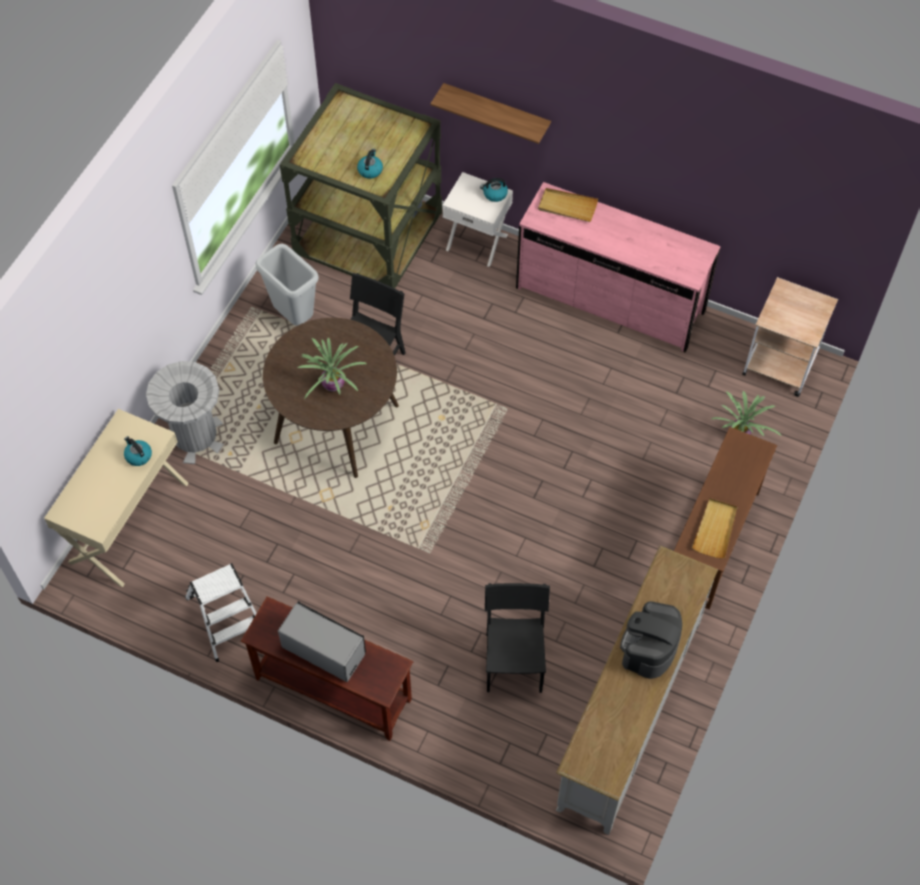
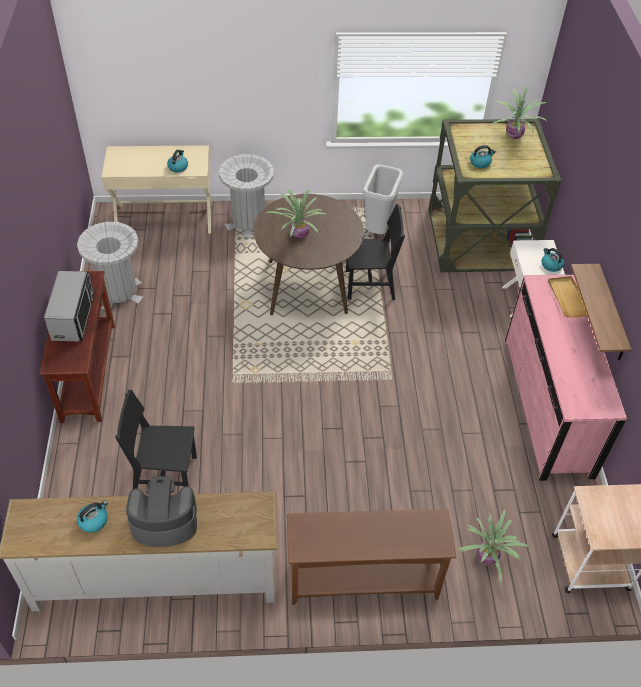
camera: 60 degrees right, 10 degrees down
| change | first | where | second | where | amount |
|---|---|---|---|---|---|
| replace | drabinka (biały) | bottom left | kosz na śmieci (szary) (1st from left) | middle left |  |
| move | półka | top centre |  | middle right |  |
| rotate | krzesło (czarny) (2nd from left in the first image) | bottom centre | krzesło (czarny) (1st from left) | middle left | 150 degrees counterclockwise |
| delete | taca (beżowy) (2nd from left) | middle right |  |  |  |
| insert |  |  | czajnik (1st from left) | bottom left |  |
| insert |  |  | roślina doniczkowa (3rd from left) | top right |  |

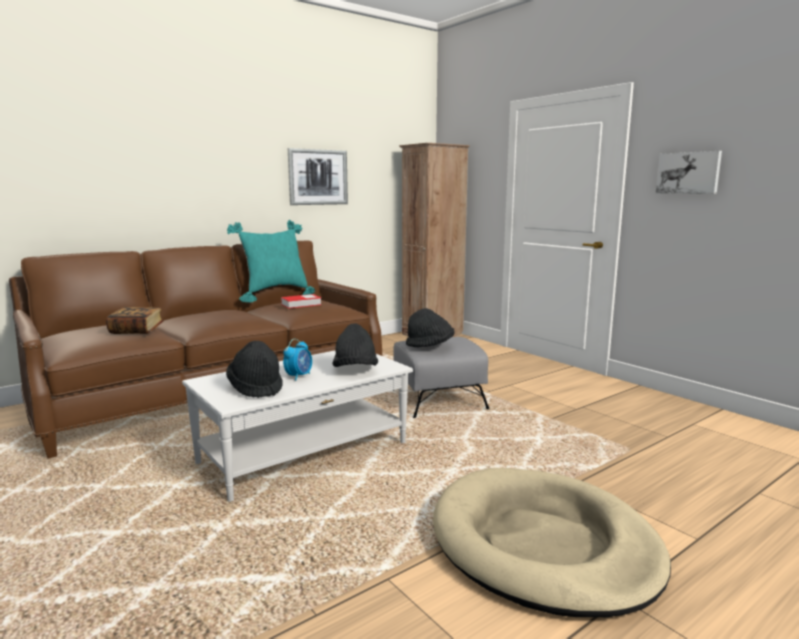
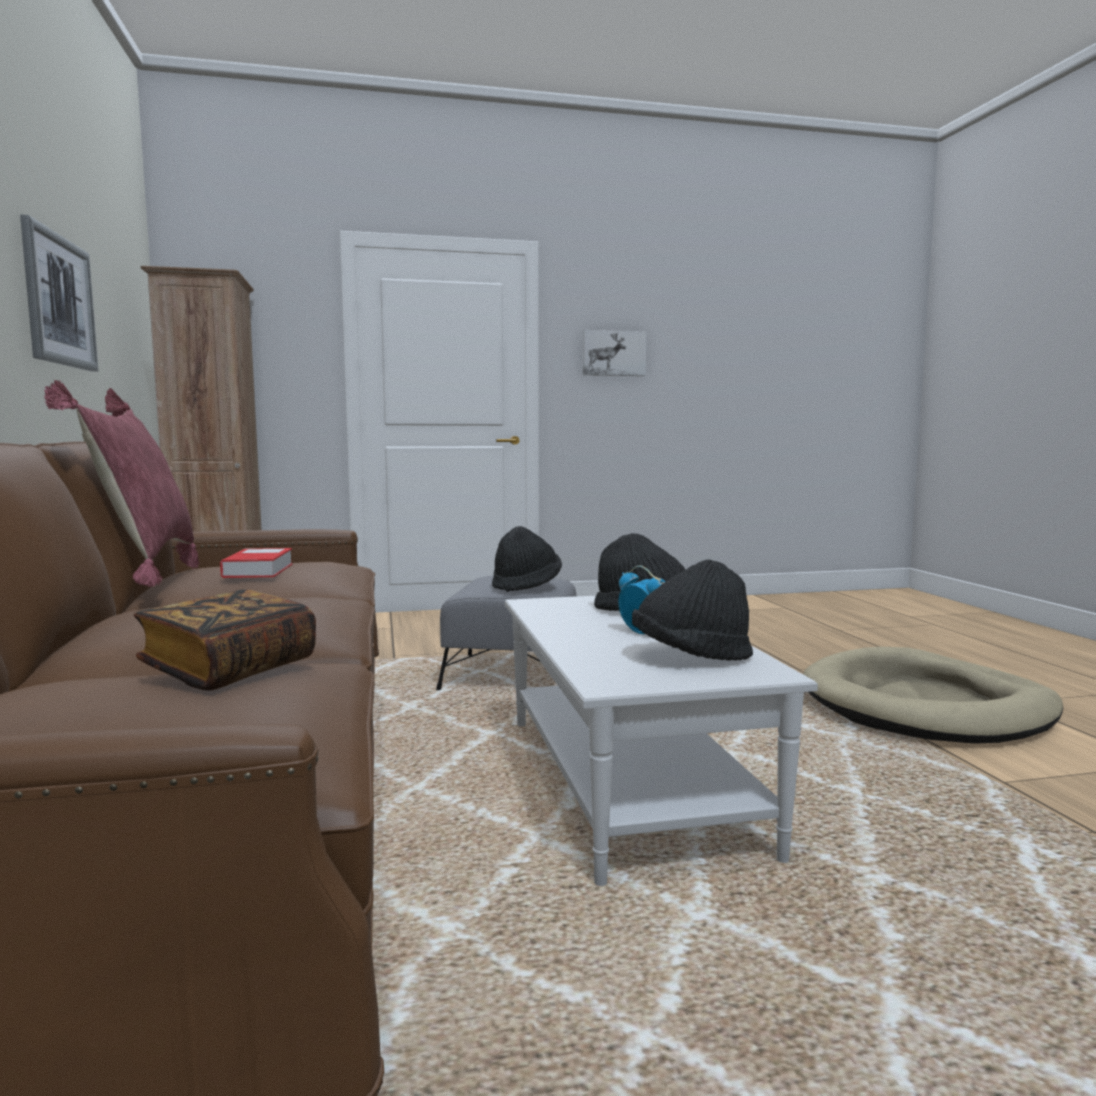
camera: 65 degrees left, 5 degrees down
| change | first | where | second | where | amount |
|---|---|---|---|---|---|
| recolor | poduszka (turkusowy) | centre | poduszka (czerwony) | middle left |  |

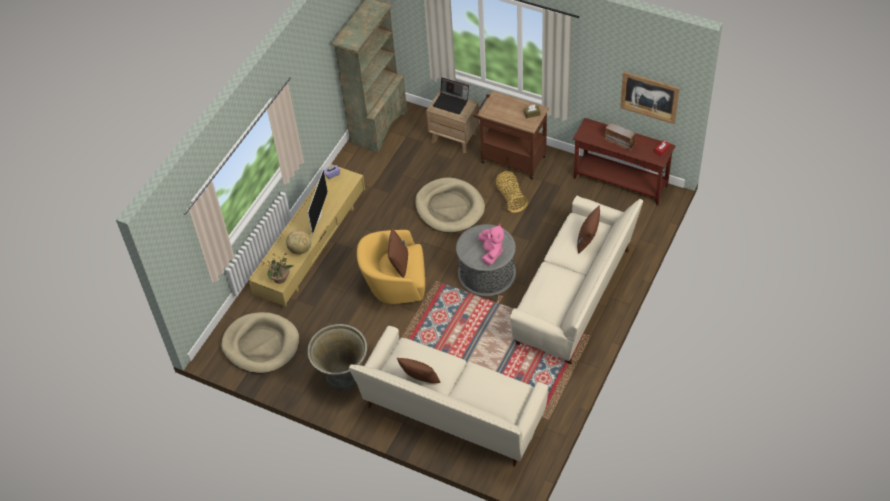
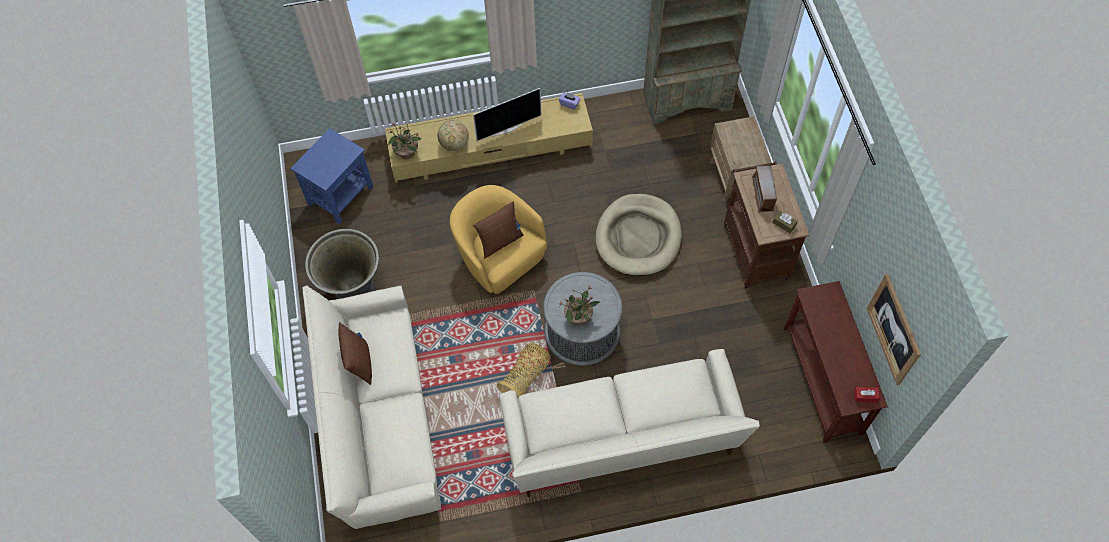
camera: 50 degrees right, 10 degrees up
| change | first | where | second | where | amount |
|---|---|---|---|---|---|
| replace | legowisko (beżowy) (1st from left) | bottom left | stolik (niebieski) | top left |  |
| delete | laptop | top centre |  |  |  |
| replace | pluszak (różowy) | centre | roślina doniczkowa (2nd from left) | centre |  |
| move | koszyk | centre |  | bottom centre |  |
| delete | poduszka (brązowy) (3rd from left) | centre |  |  |  |
| move | radio | top right |  | middle right |  |

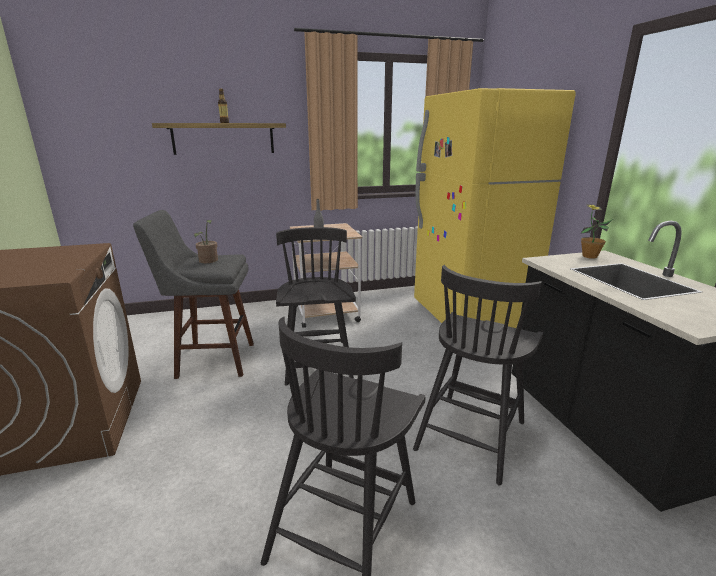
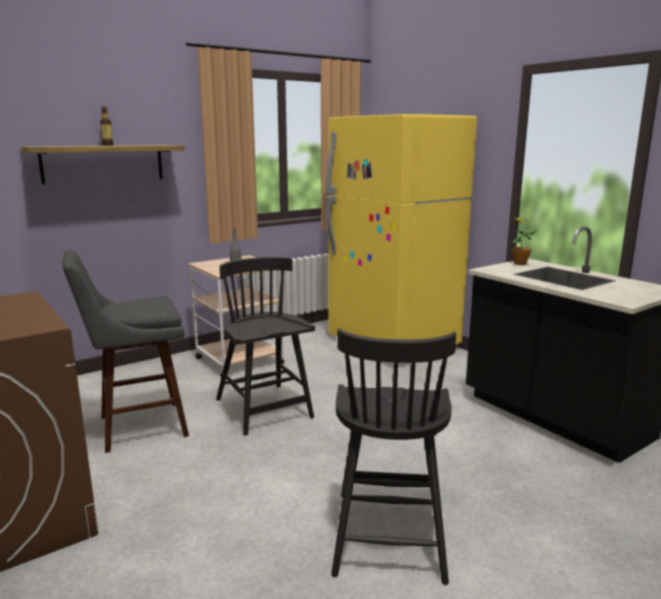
camera: 20 degrees left, 5 degrees down
| change | first | where | second | where | amount |
|---|---|---|---|---|---|
| delete | roślina doniczkowa (1st from left) | middle left |  |  |  |
| delete | krzesło (czarny) (3rd from left) | middle right |  |  |  |

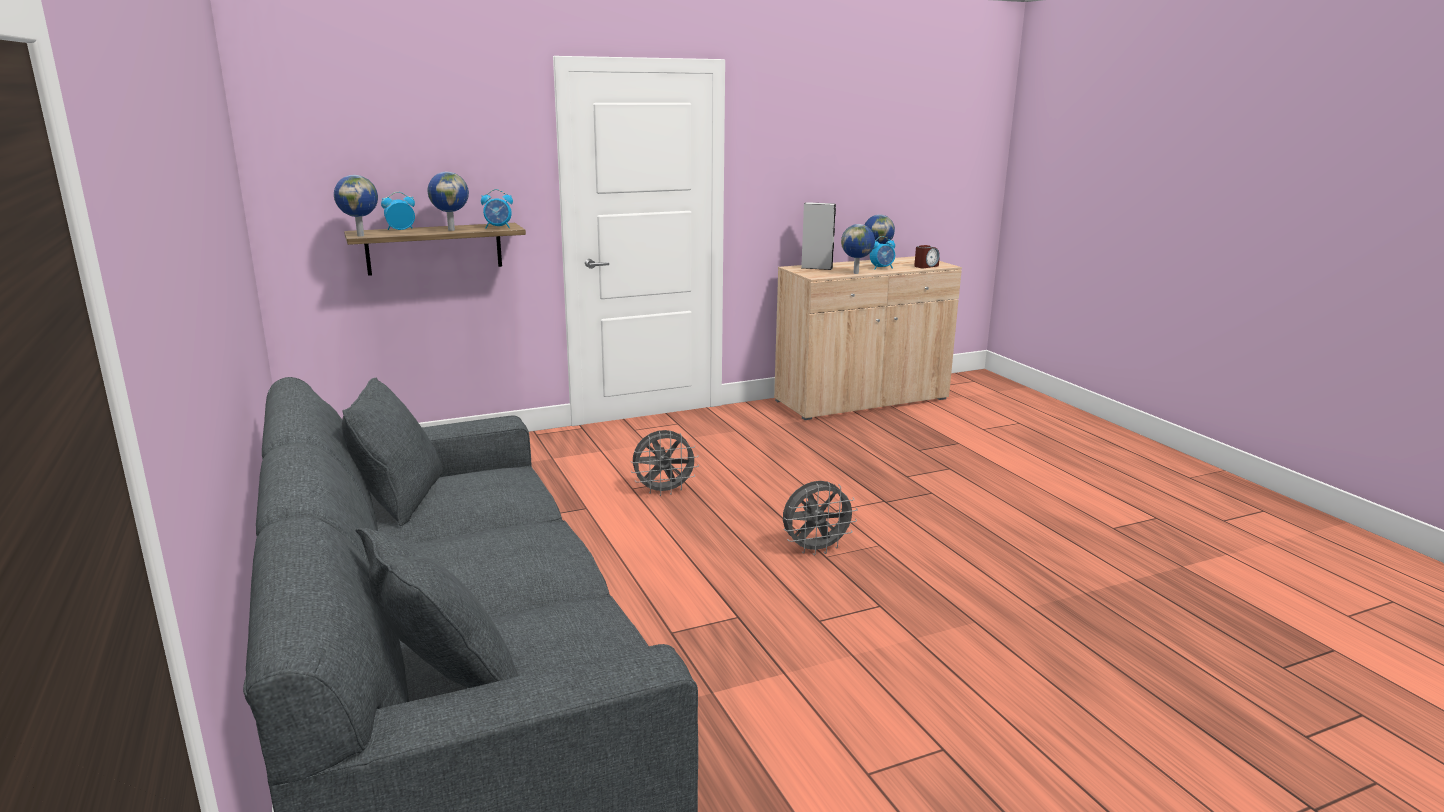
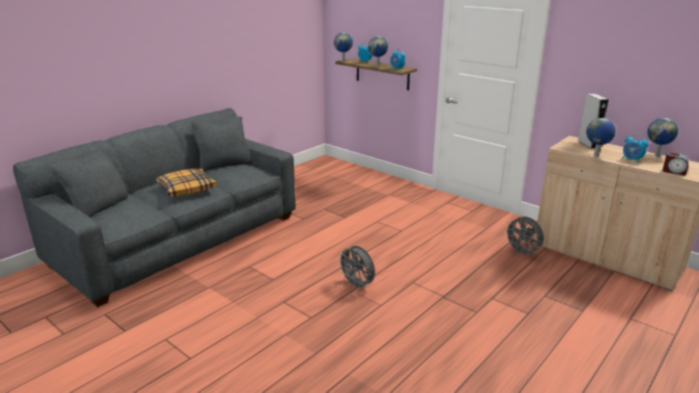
camera: 65 degrees right, 5 degrees up
| change | first | where | second | where | amount |
|---|---|---|---|---|---|
| move | wentylator (szary) (1st from left in the first image) | centre | wentylator (szary) (2nd from left) | middle right |  |
| insert |  |  | poduszka | middle left |  |

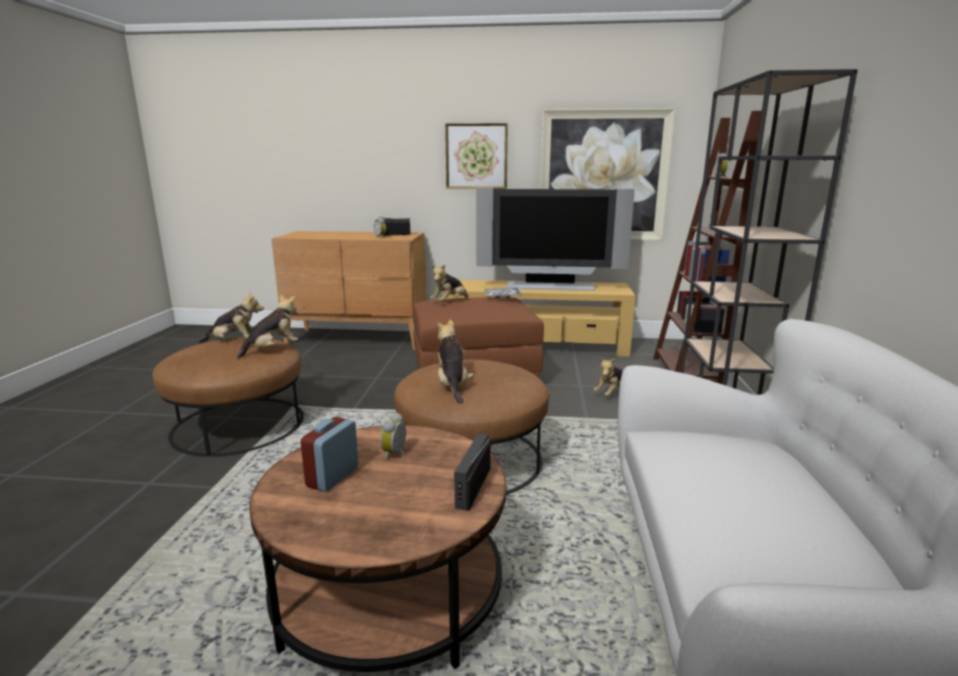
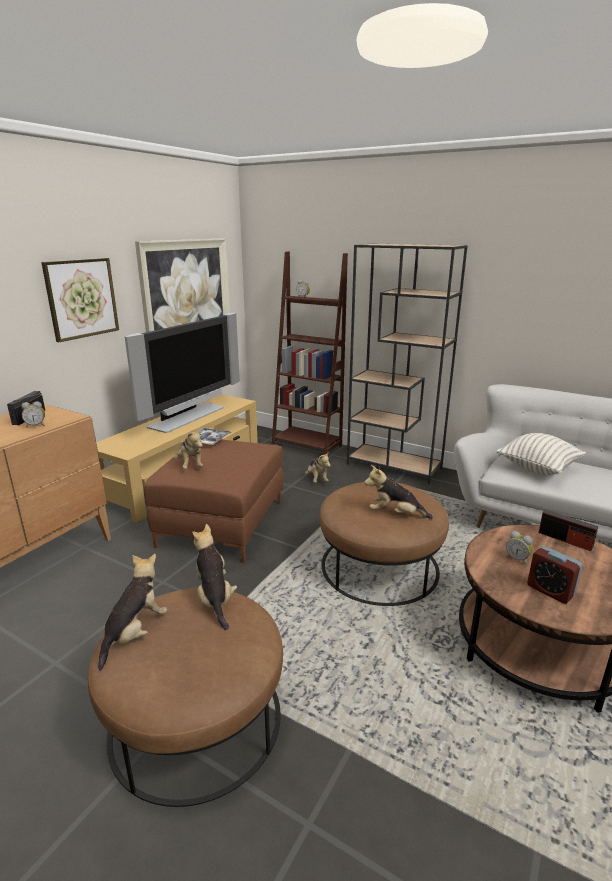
camera: 65 degrees left, 5 degrees up
| change | first | where | second | where | amount |
|---|---|---|---|---|---|
| insert |  |  | poduszka | middle right |  |

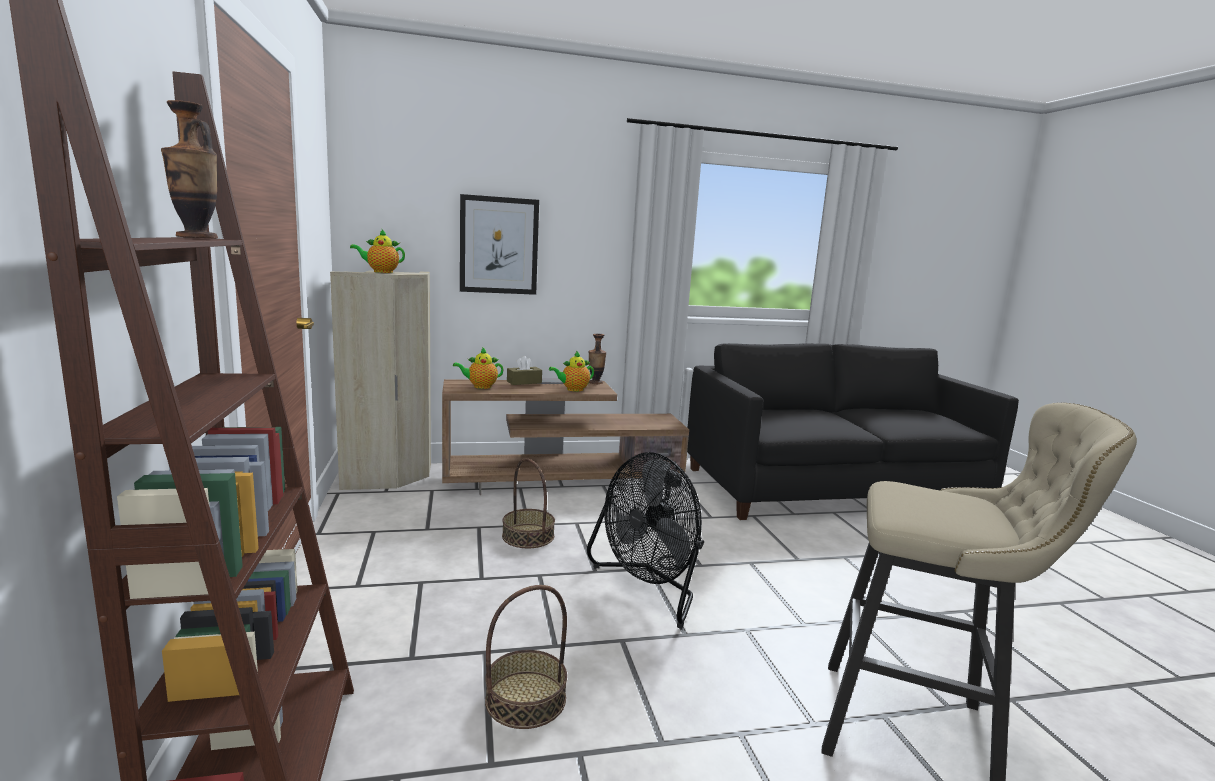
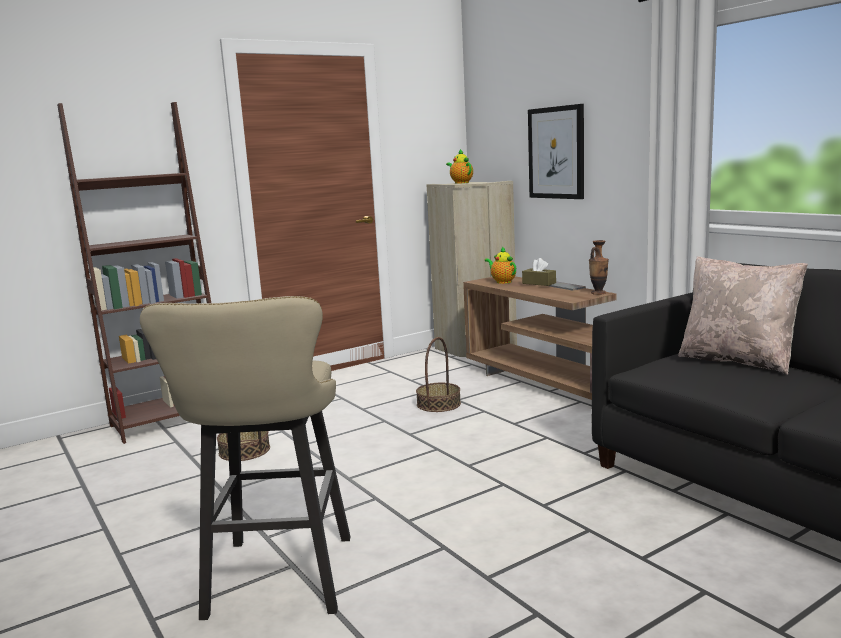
camera: 70 degrees right, 0 degrees up
| change | first | where | second | where | amount |
|---|---|---|---|---|---|
| delete | wazon (1st from left) | top left |  |  |  |
| delete | imbryk (3rd from left) | centre |  |  |  |
| delete | wentylator (czarny) | bottom centre |  |  |  |
| insert |  |  | poduszka (beżowy) | middle right |  |

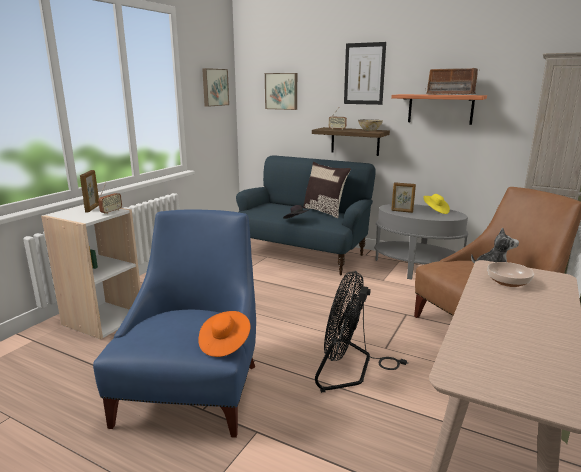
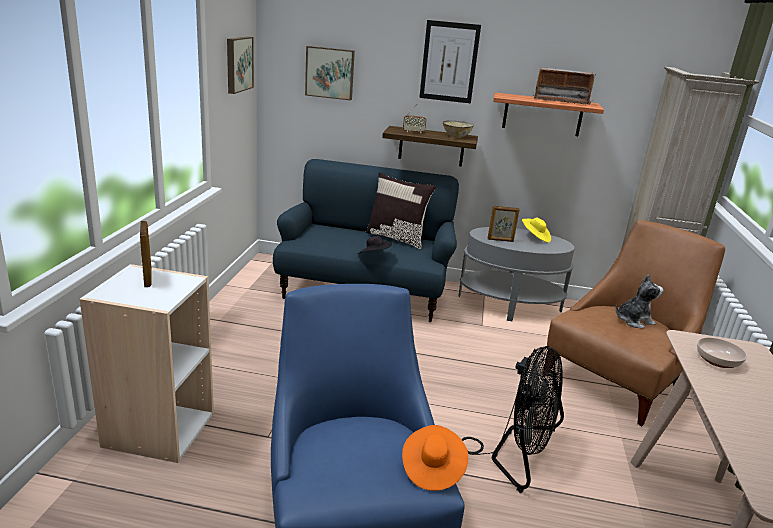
camera: 20 degrees left, 5 degrees up
| change | first | where | second | where | amount |
|---|---|---|---|---|---|
| delete | radio (1st from left) | middle left |  |  |  |
| rotate | wentylator (czarny) | bottom centre |  | bottom centre | 150 degrees counterclockwise |

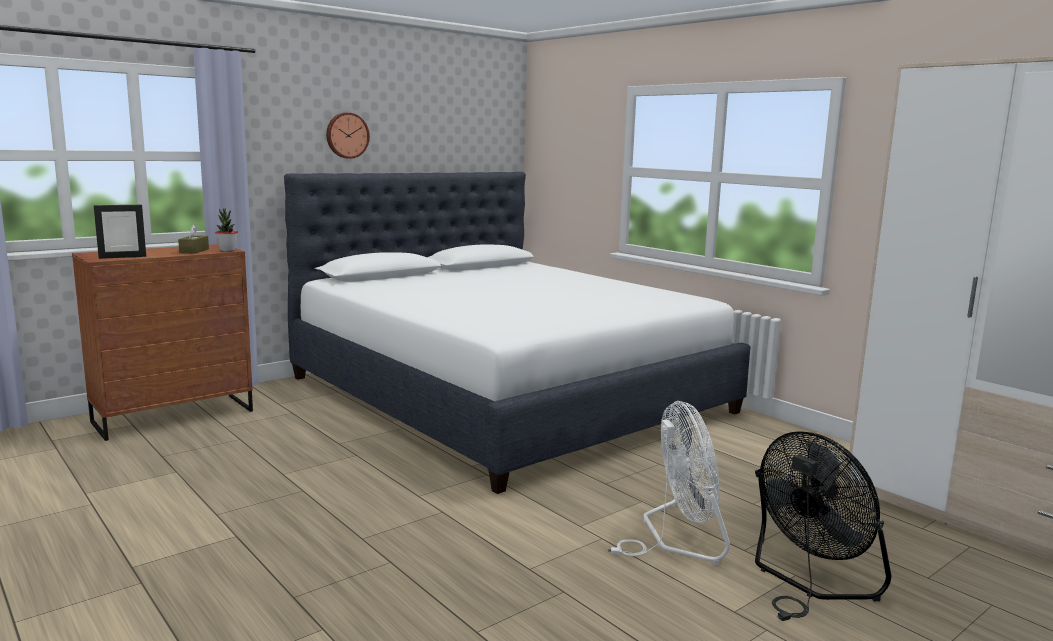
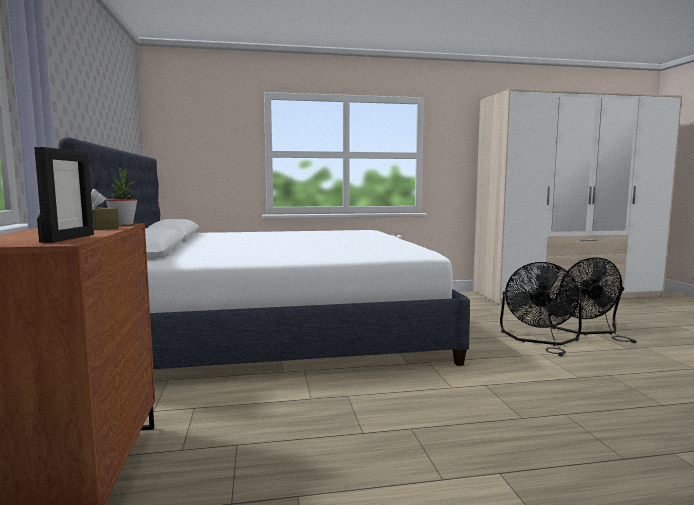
camera: 60 degrees left, 5 degrees down
| change | first | where | second | where | amount |
|---|---|---|---|---|---|
| delete | zegar ścienny | top left |  |  |  |
| recolor | wentylator (biały) | bottom centre | wentylator (czarny) (1st from left) | middle right |  |

